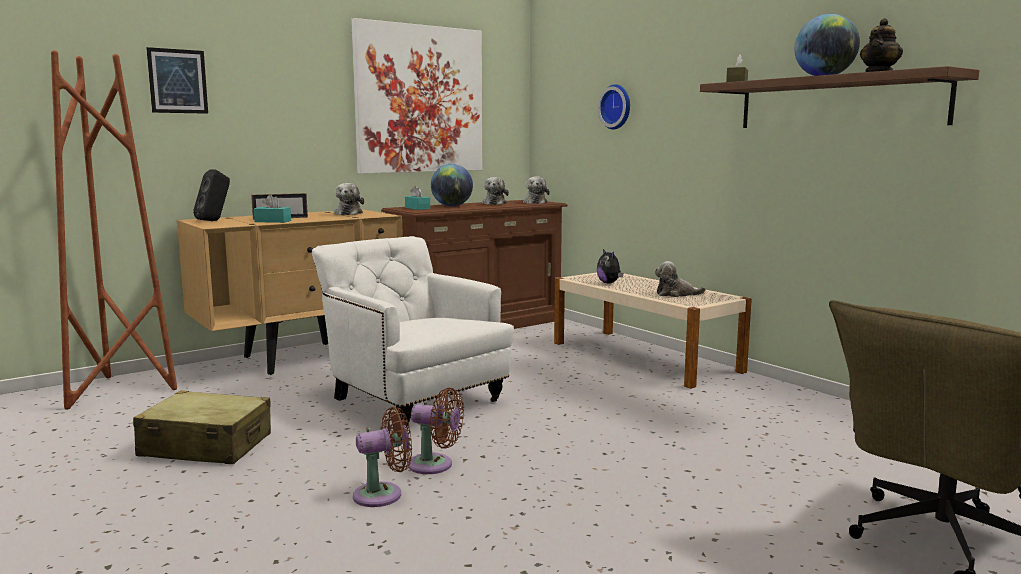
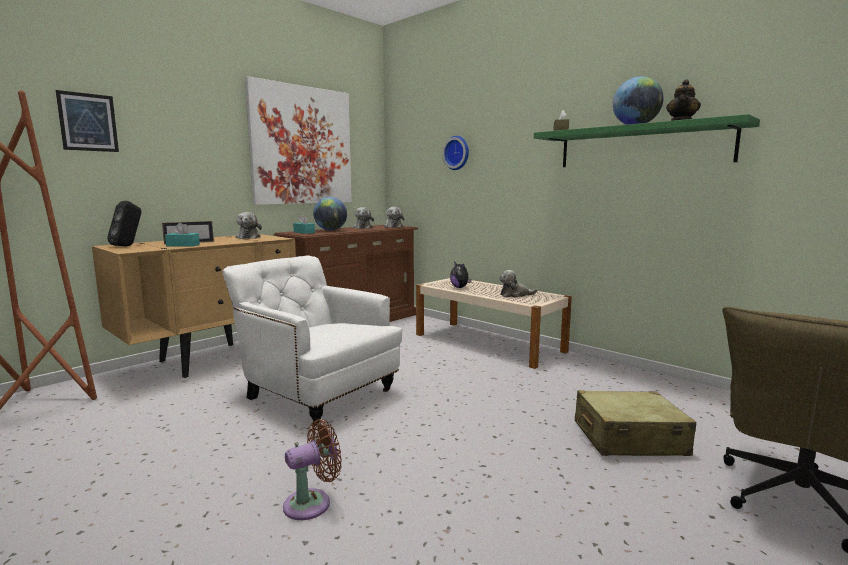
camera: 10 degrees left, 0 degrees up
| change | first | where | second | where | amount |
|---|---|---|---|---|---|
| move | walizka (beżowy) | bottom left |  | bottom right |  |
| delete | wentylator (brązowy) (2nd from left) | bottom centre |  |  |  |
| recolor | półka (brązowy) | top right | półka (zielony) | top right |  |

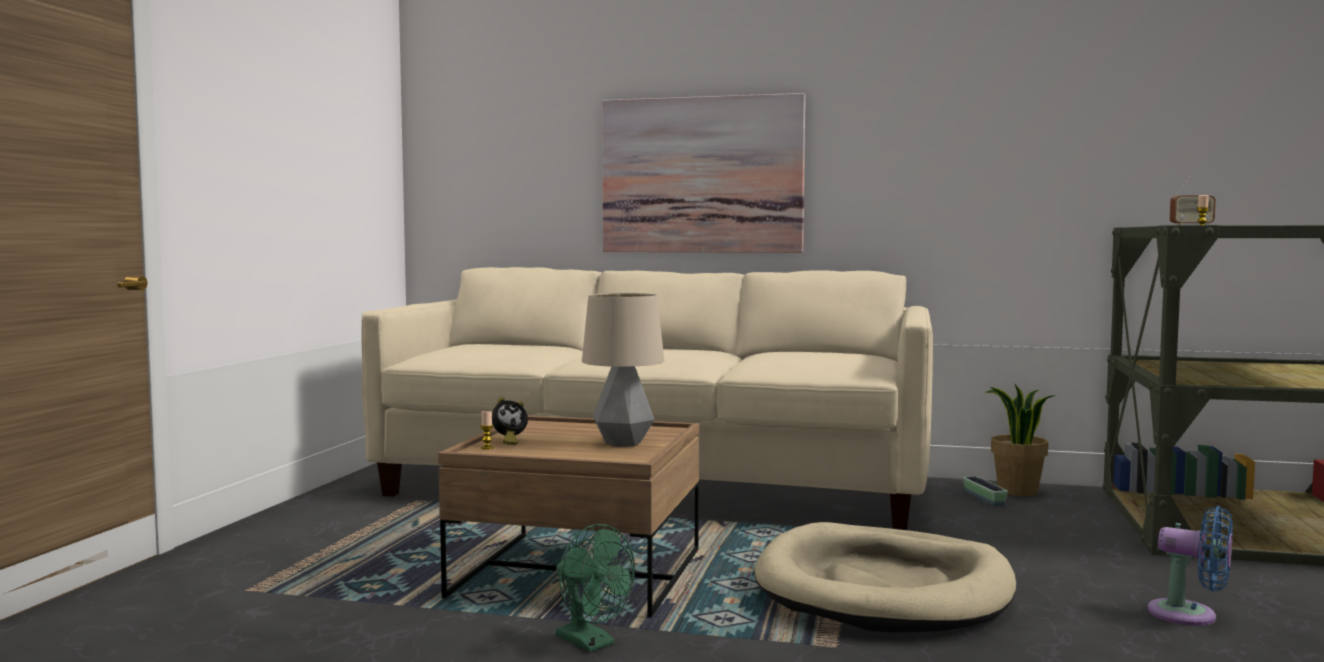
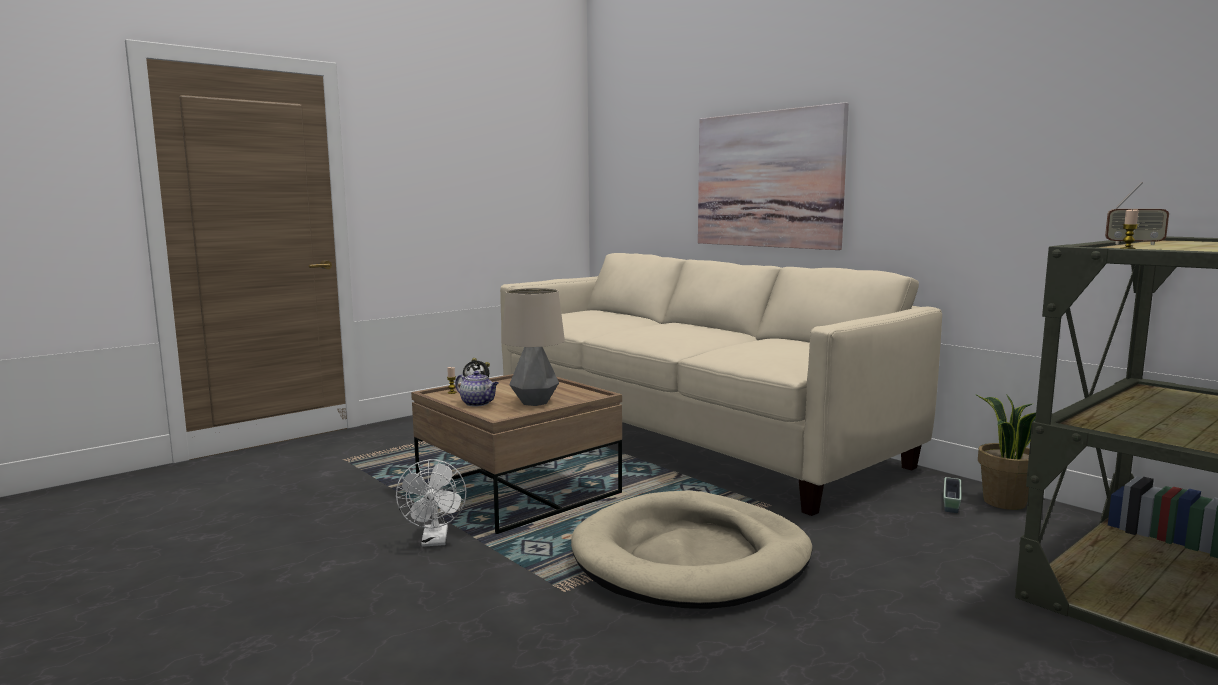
camera: 35 degrees right, 5 degrees up
| change | first | where | second | where | amount |
|---|---|---|---|---|---|
| recolor | wentylator (zielony) | bottom centre | wentylator (biały) | bottom centre |  |
| delete | wentylator (niebieski) | bottom right |  |  |  |
| insert |  |  | imbryk | centre |  |

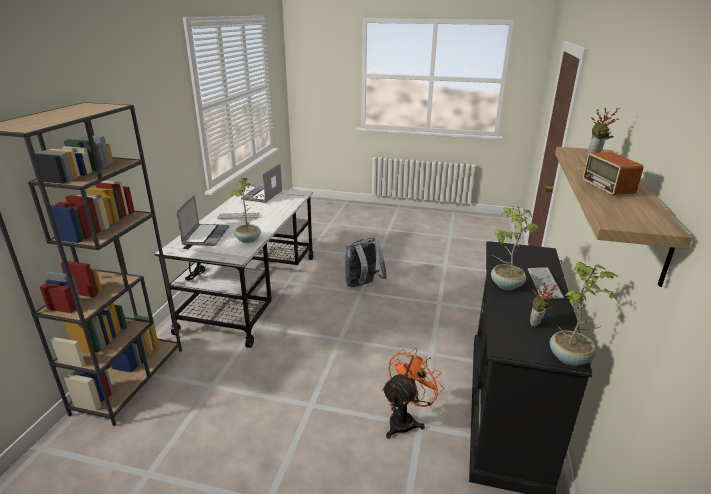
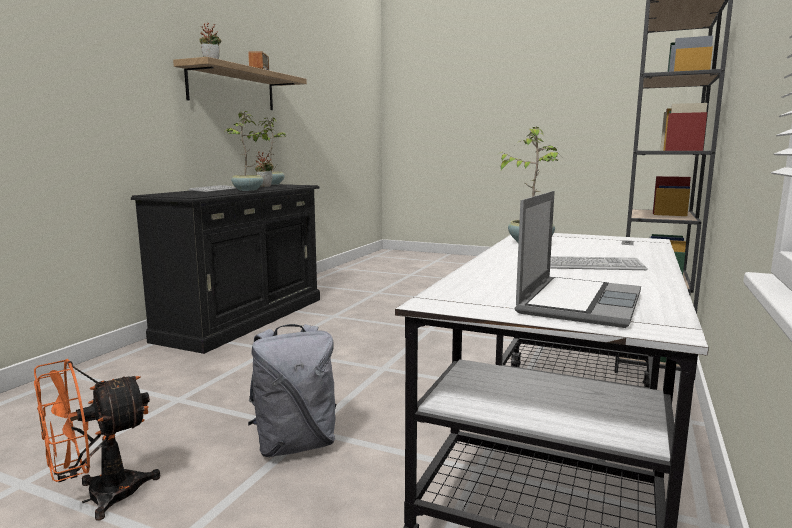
camera: 170 degrees left, 15 degrees down
| change | first | where | second | where | amount |
|---|---|---|---|---|---|
| delete | laptop (1st from left) | middle left |  |  |  |
| move | wentylator (pomarańczowy) | bottom centre |  | bottom left |  |

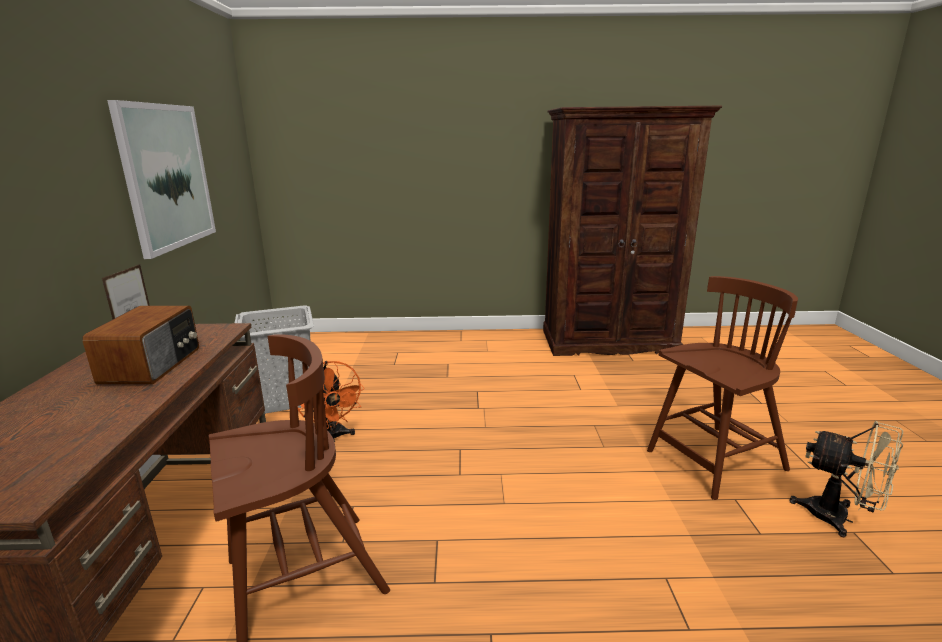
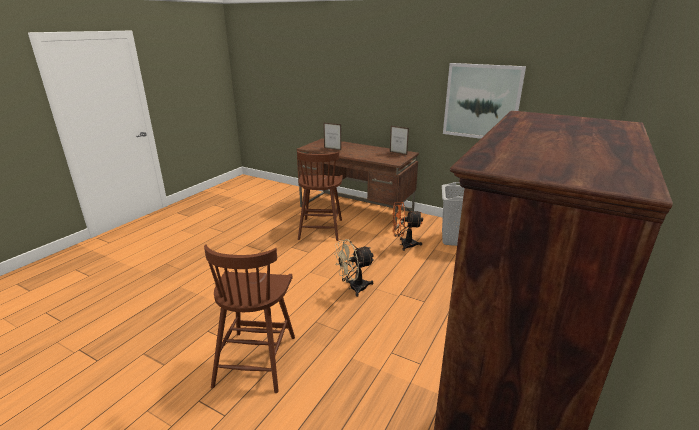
camera: 120 degrees right, 5 degrees up
| change | first | where | second | where | amount |
|---|---|---|---|---|---|
| delete | radio | middle left |  |  |  |
| move | wentylator (beżowy) | bottom right |  | centre |  |
| insert |  |  | ramka na zdjęcie (1st from left) | top centre |  |

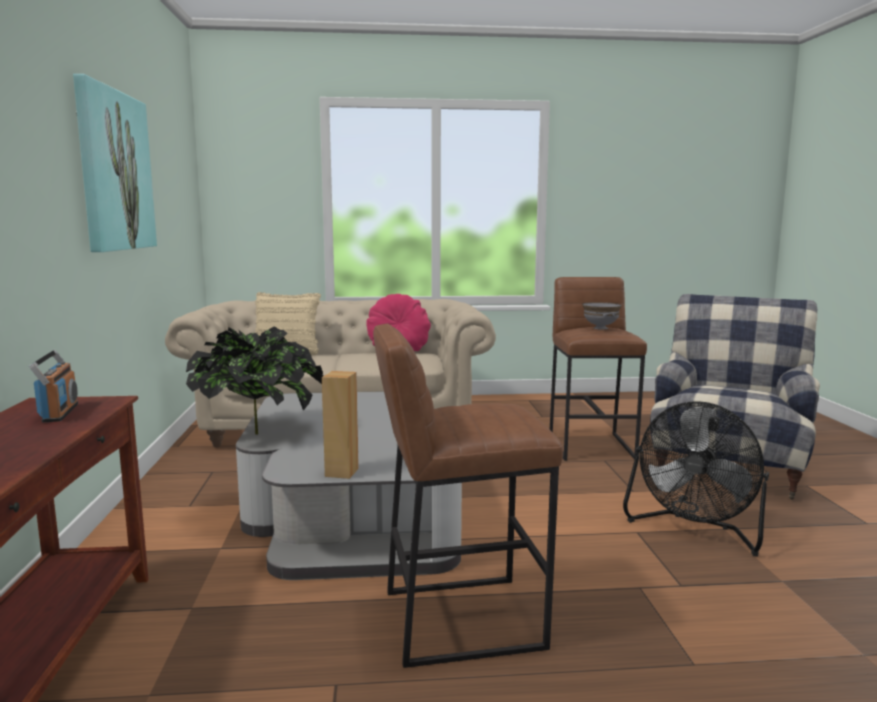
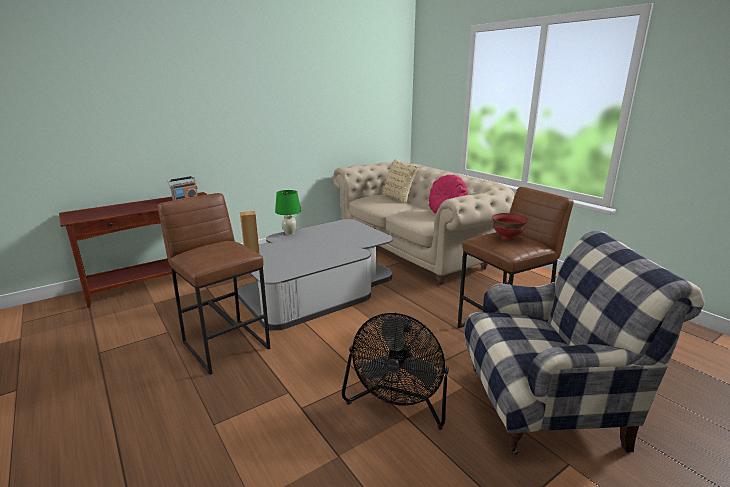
camera: 60 degrees right, 10 degrees up
| change | first | where | second | where | amount |
|---|---|---|---|---|---|
| delete | obraz | top left |  |  |  |
| replace | roślina doniczkowa | middle left | lampa stołowa (zielony) | centre |  |
| recolor | miska (szary) | middle right | miska (czerwony) | middle right |  |
| rotate | wentylator (czarny) | bottom right |  | bottom centre | 75 degrees counterclockwise |

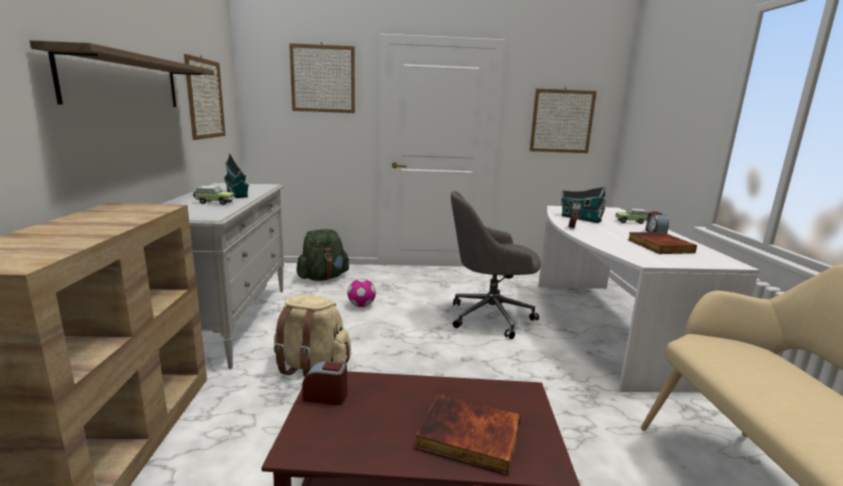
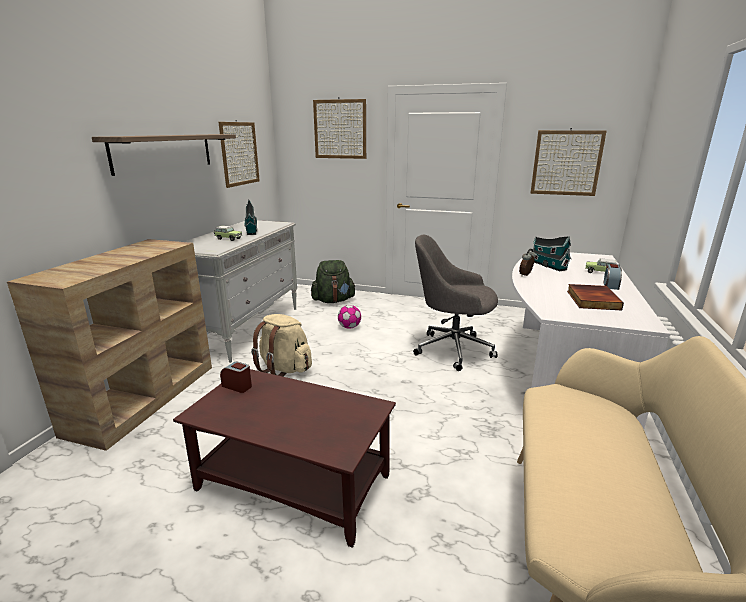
camera: 20 degrees right, 5 degrees up
| change | first | where | second | where | amount |
|---|---|---|---|---|---|
| delete | książka (1st from left) | bottom centre |  |  |  |

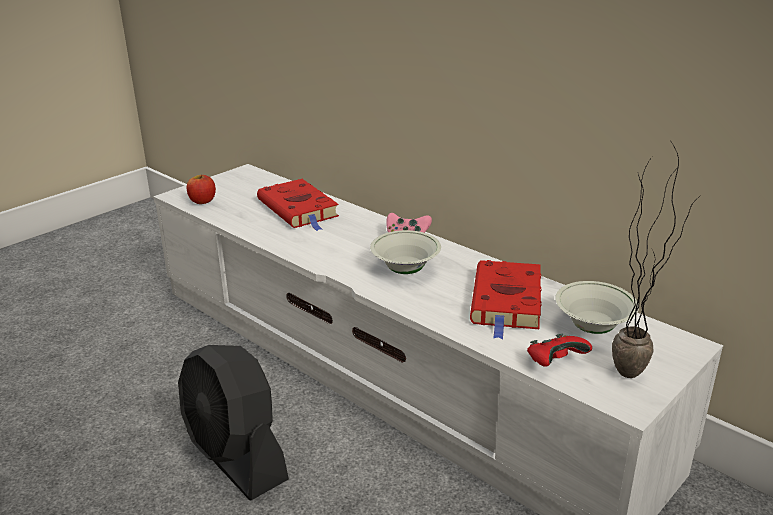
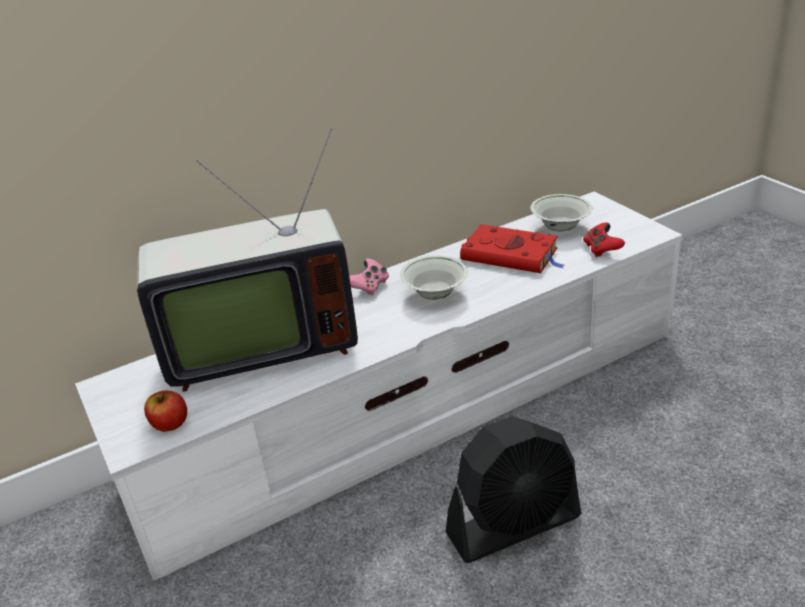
camera: 70 degrees left, 5 degrees up
| change | first | where | second | where | amount |
|---|---|---|---|---|---|
| replace | książka (czerwony) (1st from left) | centre | telewizor | middle left |  |
| delete | roślina doniczkowa | middle right |  |  |  |

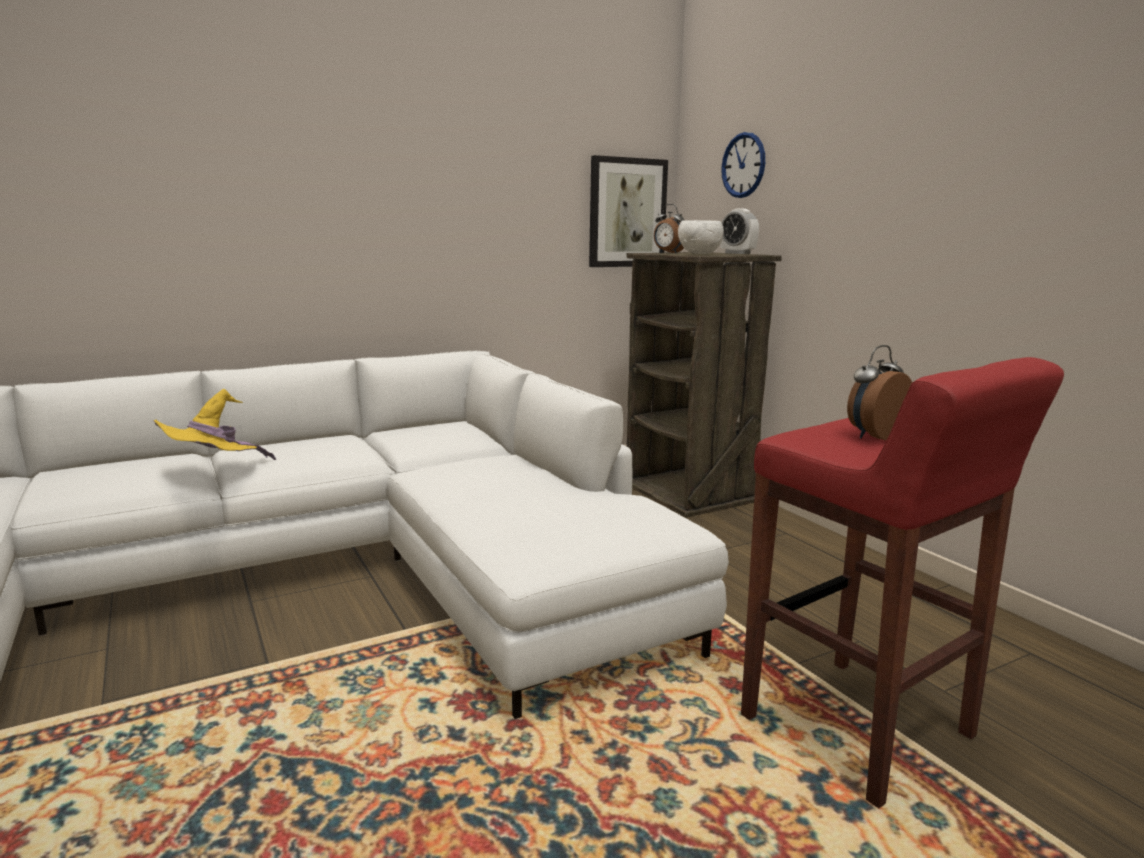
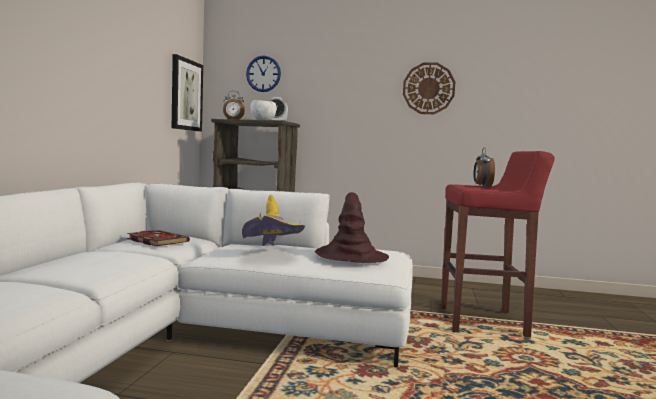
camera: 50 degrees left, 10 degrees down
| change | first | where | second | where | amount |
|---|---|---|---|---|---|
| move | kapelusz (żółty) | middle left |  | centre |  |
| insert |  |  | książka | middle left |  |
| insert |  |  | kapelusz (brązowy) | centre |  |
| insert |  |  | zegar ścienny (2nd from left) | top centre |  |

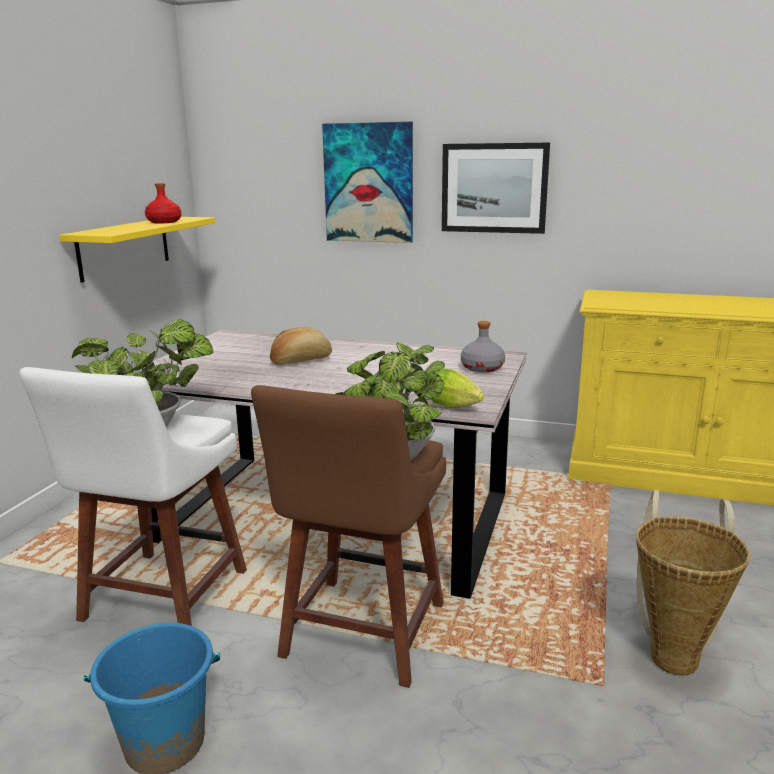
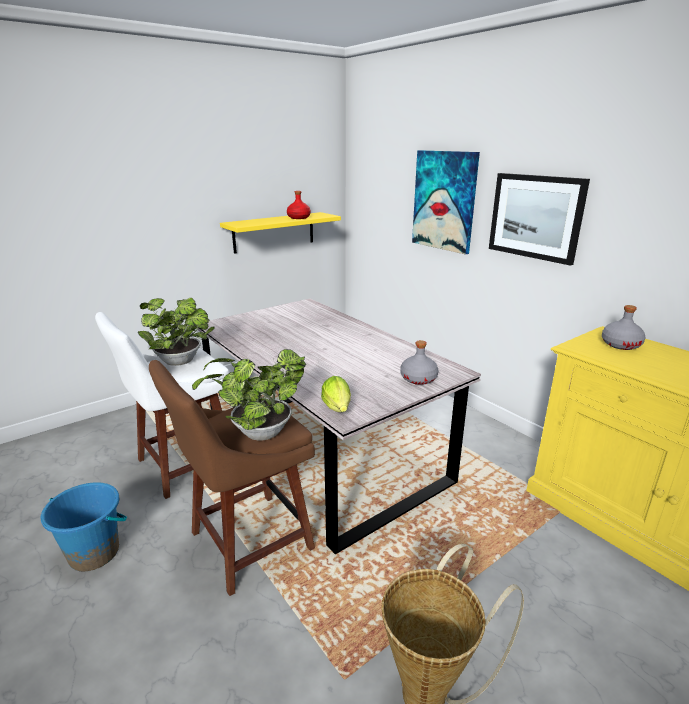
camera: 35 degrees right, 5 degrees up
| change | first | where | second | where | amount |
|---|---|---|---|---|---|
| delete | chleb | centre |  |  |  |
| insert |  |  | butelka (szary) (2nd from left) | middle right |  |

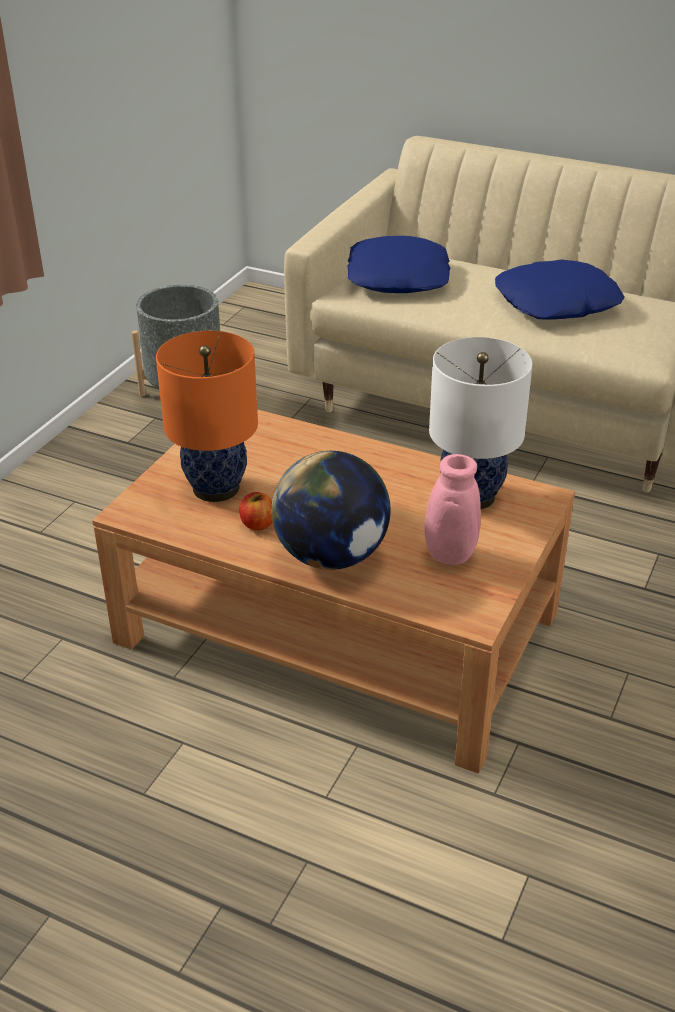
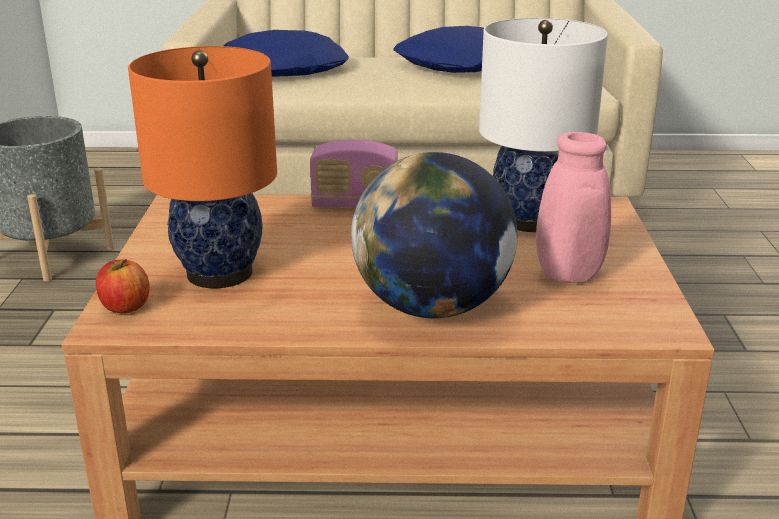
camera: 25 degrees left, 10 degrees down
| change | first | where | second | where | amount |
|---|---|---|---|---|---|
| move | jabłko | centre |  | middle left |  |
| insert |  |  | radio | centre |  |

